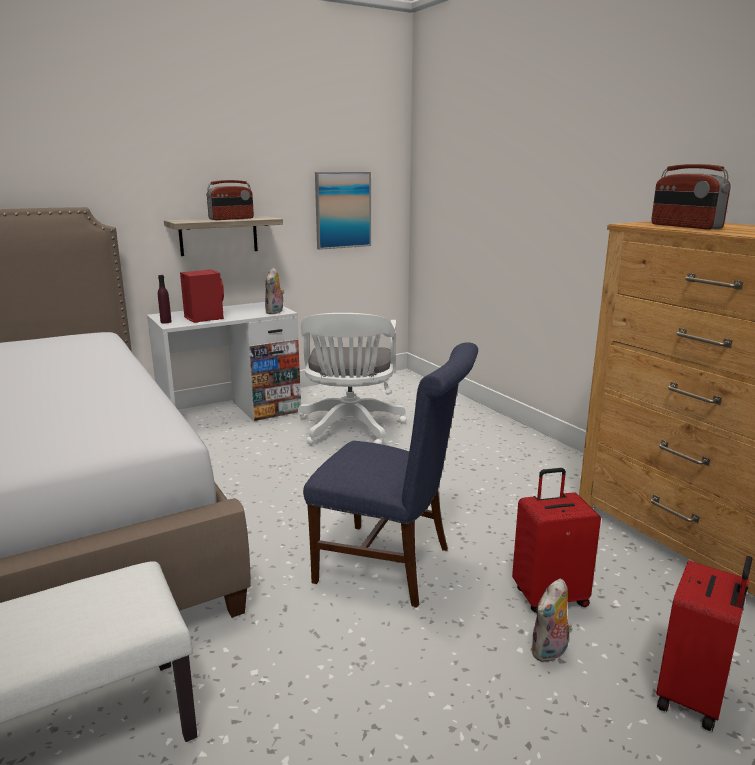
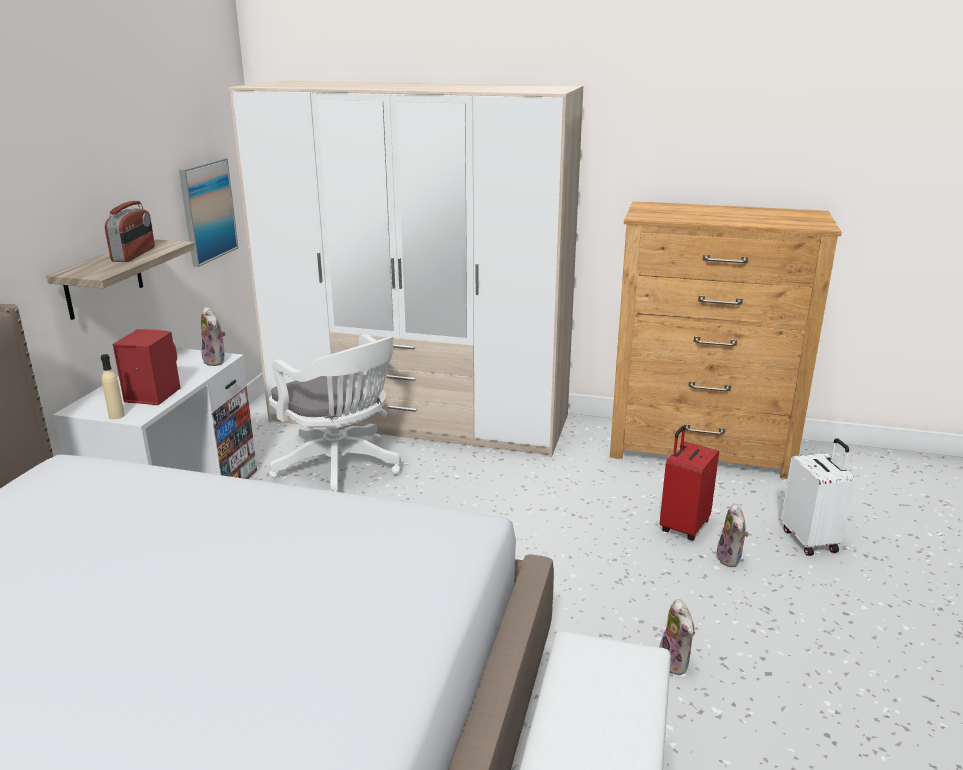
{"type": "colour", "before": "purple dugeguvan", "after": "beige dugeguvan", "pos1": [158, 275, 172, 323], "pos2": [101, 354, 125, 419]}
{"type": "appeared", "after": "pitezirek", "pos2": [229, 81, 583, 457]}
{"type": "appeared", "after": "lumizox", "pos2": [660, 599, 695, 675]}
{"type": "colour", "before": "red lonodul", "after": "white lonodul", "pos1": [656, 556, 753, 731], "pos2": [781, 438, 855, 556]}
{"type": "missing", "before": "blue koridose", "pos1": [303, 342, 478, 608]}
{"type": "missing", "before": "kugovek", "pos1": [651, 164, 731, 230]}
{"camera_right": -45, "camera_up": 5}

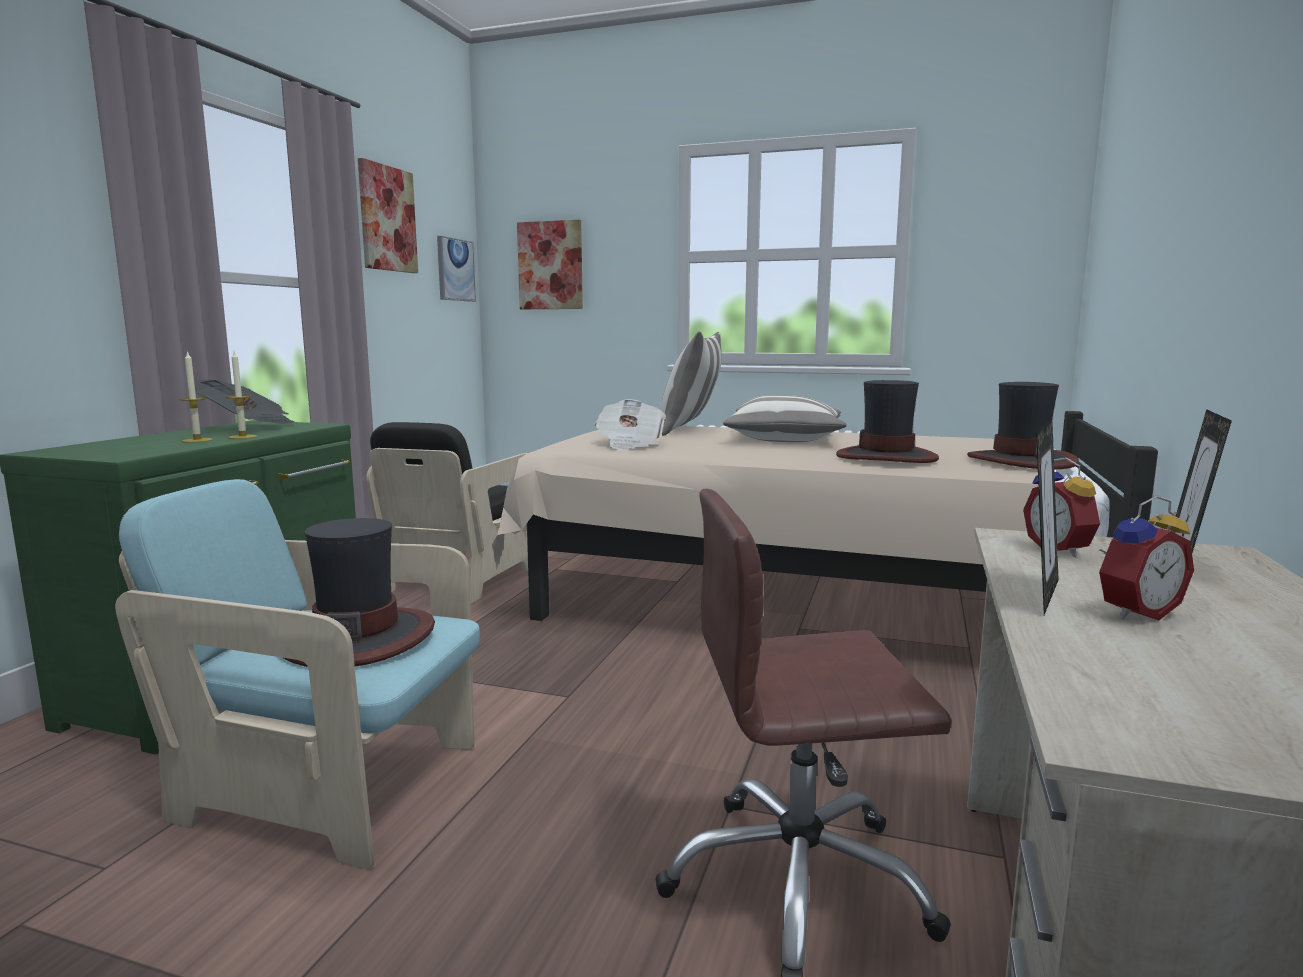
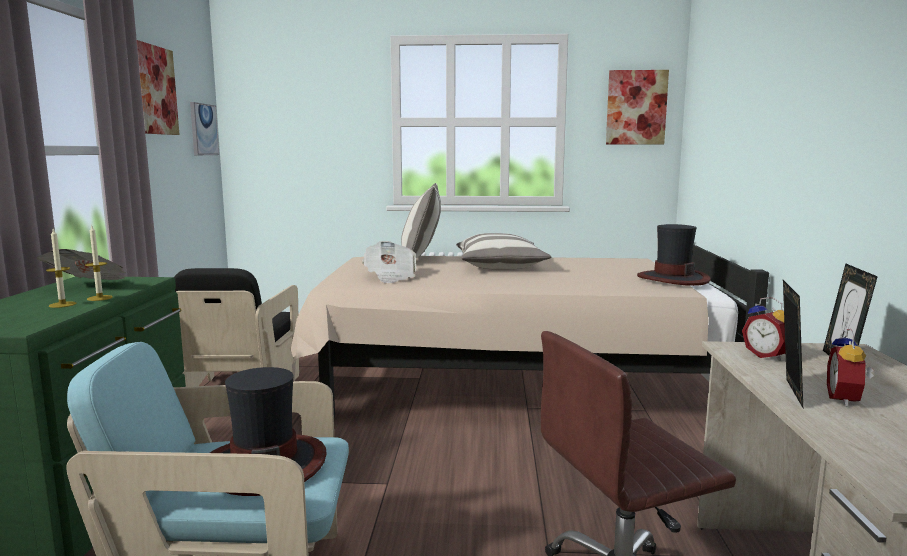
{"type": "relocated", "before": "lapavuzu", "pos1": [517, 220, 583, 309], "pos2": [606, 70, 669, 144]}
{"type": "spun", "before": "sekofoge", "pos1": [1099, 495, 1194, 620], "pos2": [827, 329, 874, 407], "turn": 150}
{"type": "missing", "before": "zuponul", "pos1": [836, 380, 939, 463]}
{"camera_right": -15, "camera_up": 0}

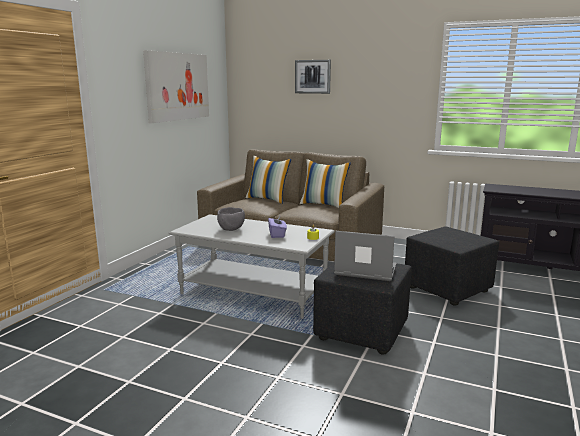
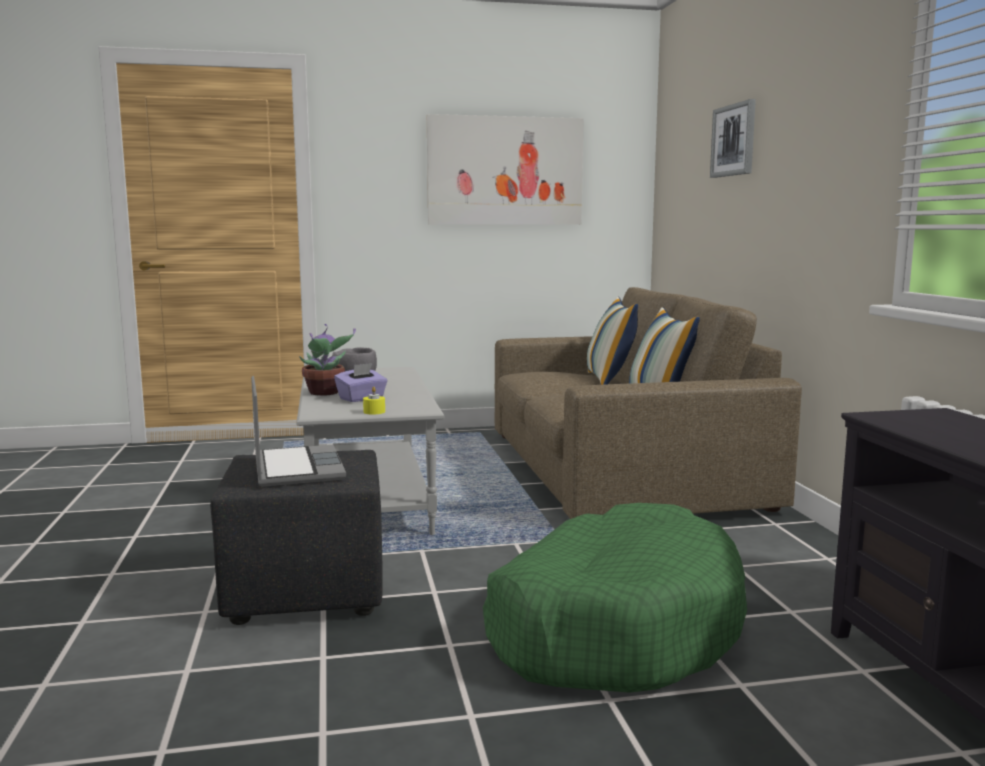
{"type": "appeared", "after": "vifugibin", "pos2": [299, 324, 356, 396]}
{"type": "exchanged", "before": "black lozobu", "after": "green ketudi", "pos1": [405, 227, 499, 306], "pos2": [483, 503, 747, 693]}
{"camera_right": 55, "camera_up": -5}

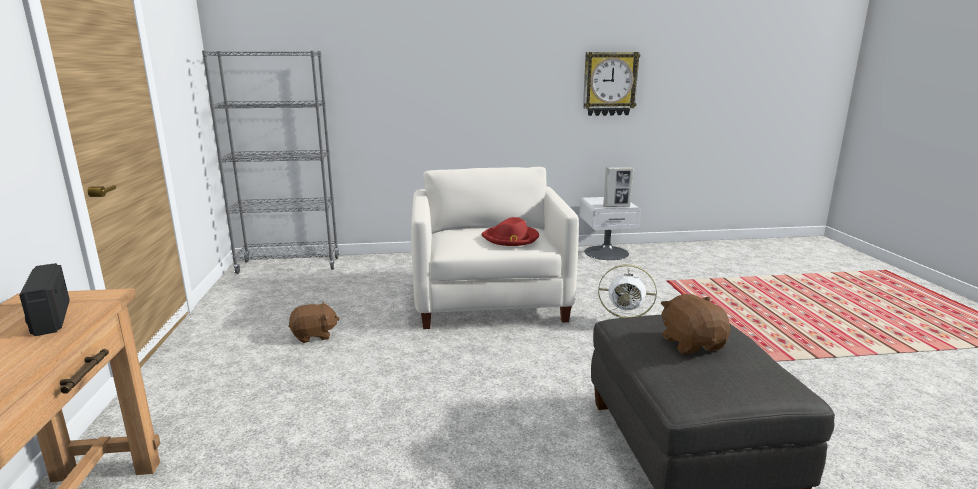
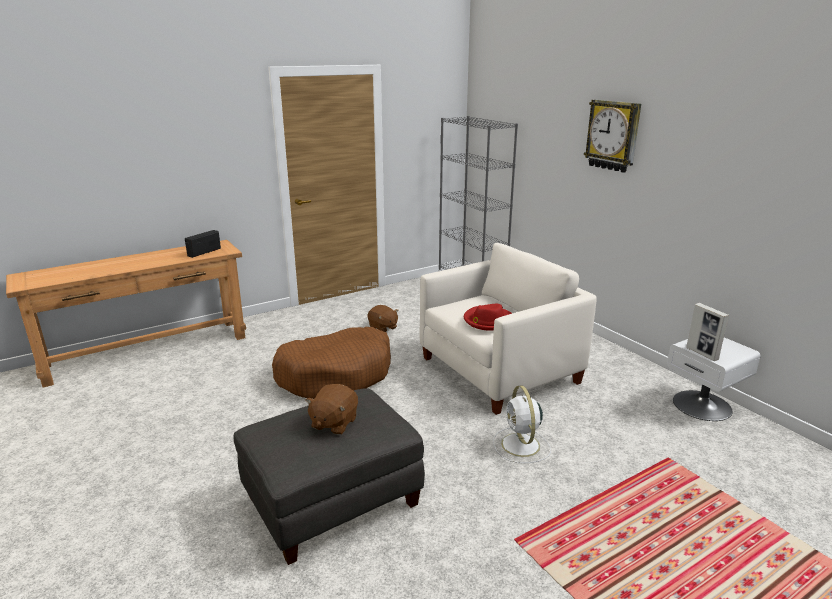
{"type": "appeared", "after": "brown ketudi", "pos2": [272, 327, 391, 399]}
{"type": "spun", "before": "brown lumizox", "pos1": [661, 294, 731, 354], "pos2": [306, 384, 358, 435], "turn": 150}
{"type": "relocated", "before": "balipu", "pos1": [583, 52, 640, 116], "pos2": [584, 99, 641, 173]}
{"camera_right": 65, "camera_up": 5}

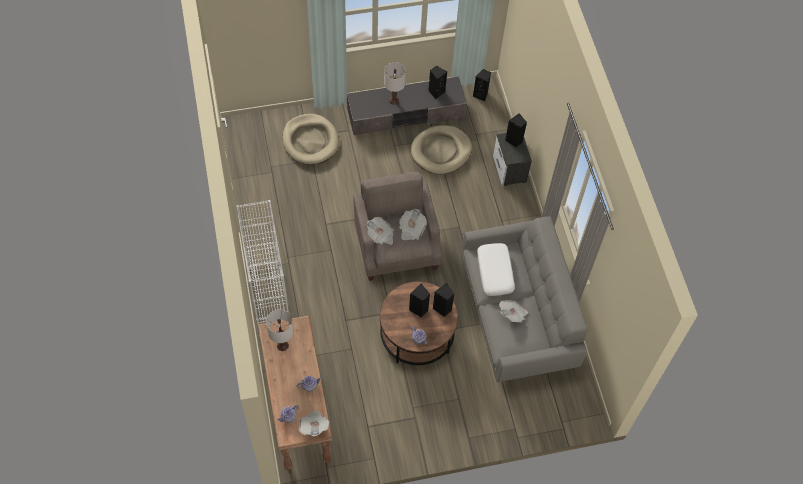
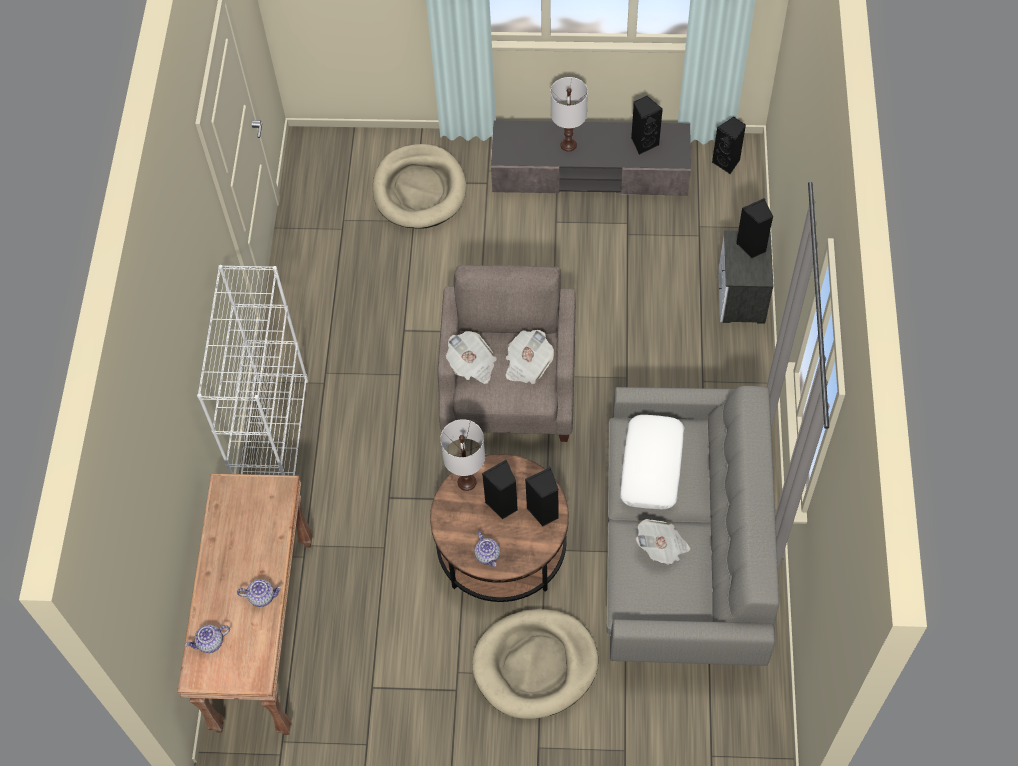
{"type": "relocated", "before": "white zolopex", "pos1": [266, 309, 293, 351], "pos2": [440, 419, 485, 491]}
{"type": "relocated", "before": "beige ketudi", "pos1": [411, 125, 472, 174], "pos2": [472, 609, 598, 719]}
{"type": "missing", "before": "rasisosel", "pos1": [299, 410, 330, 436]}
{"camera_right": 20, "camera_up": 0}

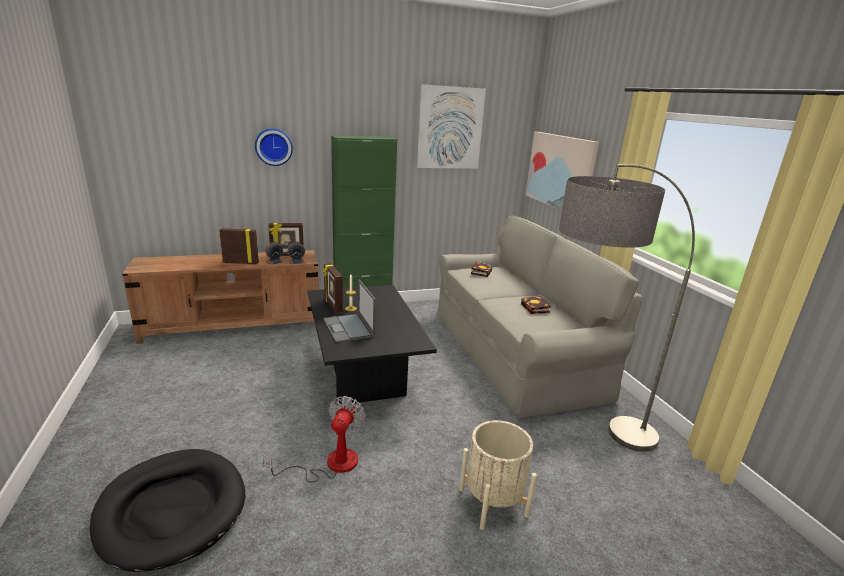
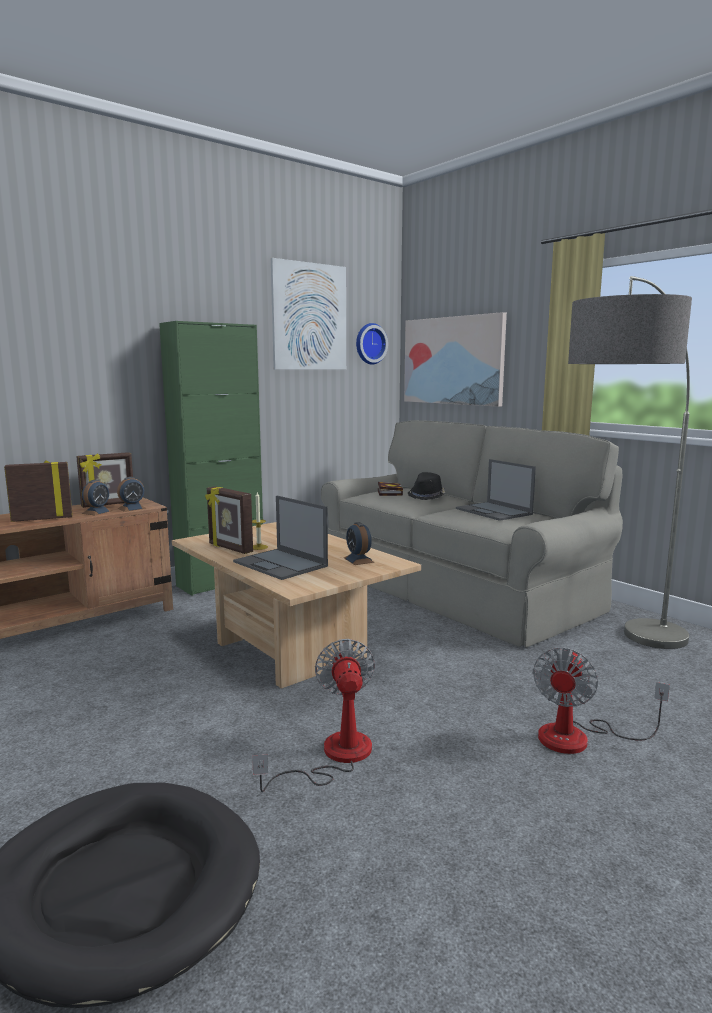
{"type": "colour", "before": "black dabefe", "after": "beige dabefe", "pos1": [308, 285, 437, 405], "pos2": [172, 522, 421, 689]}
{"type": "appeared", "after": "sekofoge", "pos2": [344, 522, 374, 565]}
{"type": "relocated", "before": "balipu", "pos1": [255, 128, 293, 166], "pos2": [356, 323, 388, 365]}
{"type": "appeared", "after": "black zuponul", "pos2": [408, 472, 446, 500]}
{"type": "exchanged", "before": "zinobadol", "after": "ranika", "pos1": [521, 296, 551, 314], "pos2": [456, 459, 536, 521]}
{"type": "exchanged", "before": "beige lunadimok", "after": "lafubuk", "pos1": [459, 420, 537, 530], "pos2": [533, 648, 670, 754]}
{"camera_right": -20, "camera_up": -10}

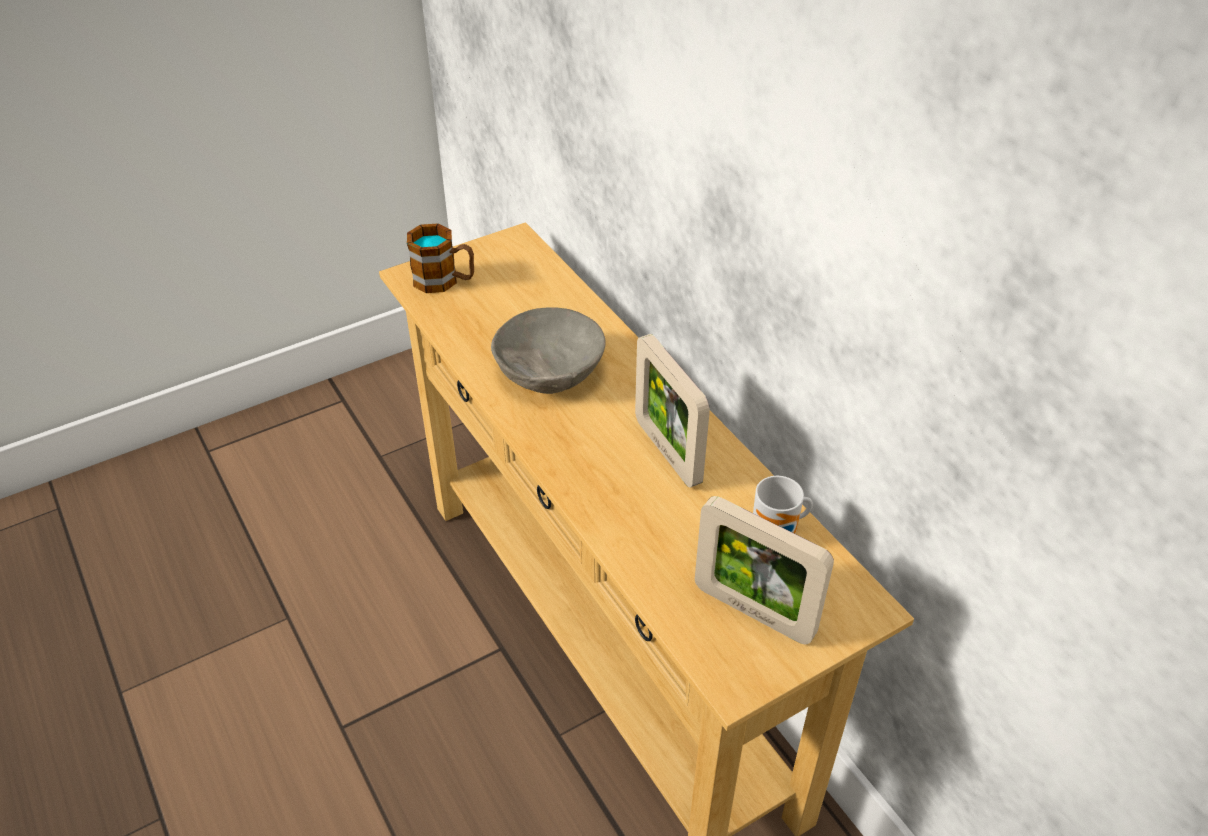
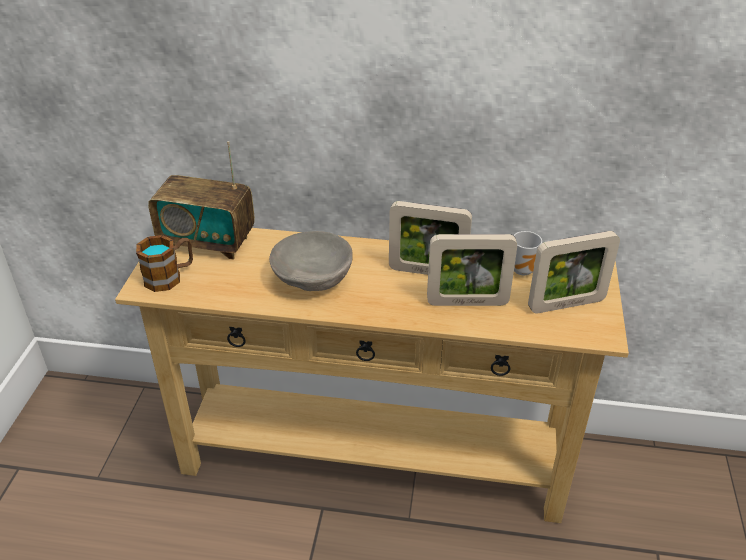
{"type": "appeared", "after": "kugovek", "pos2": [148, 141, 255, 260]}
{"type": "appeared", "after": "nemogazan", "pos2": [427, 234, 517, 306]}
{"camera_right": -50, "camera_up": -5}

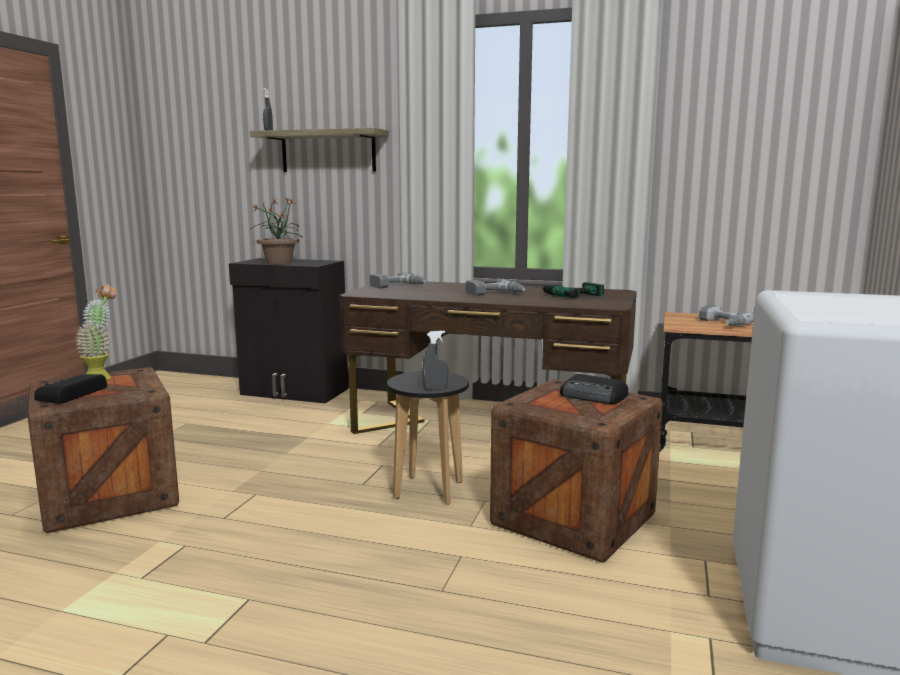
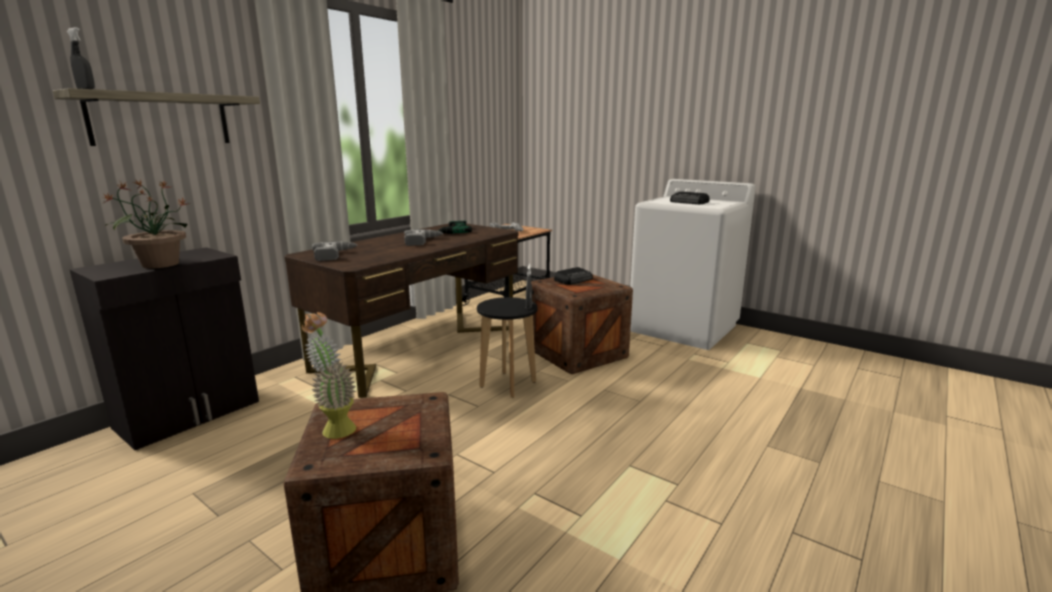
{"type": "relocated", "before": "kugovek", "pos1": [34, 374, 107, 404], "pos2": [670, 192, 709, 204]}
{"camera_right": -70, "camera_up": 5}

